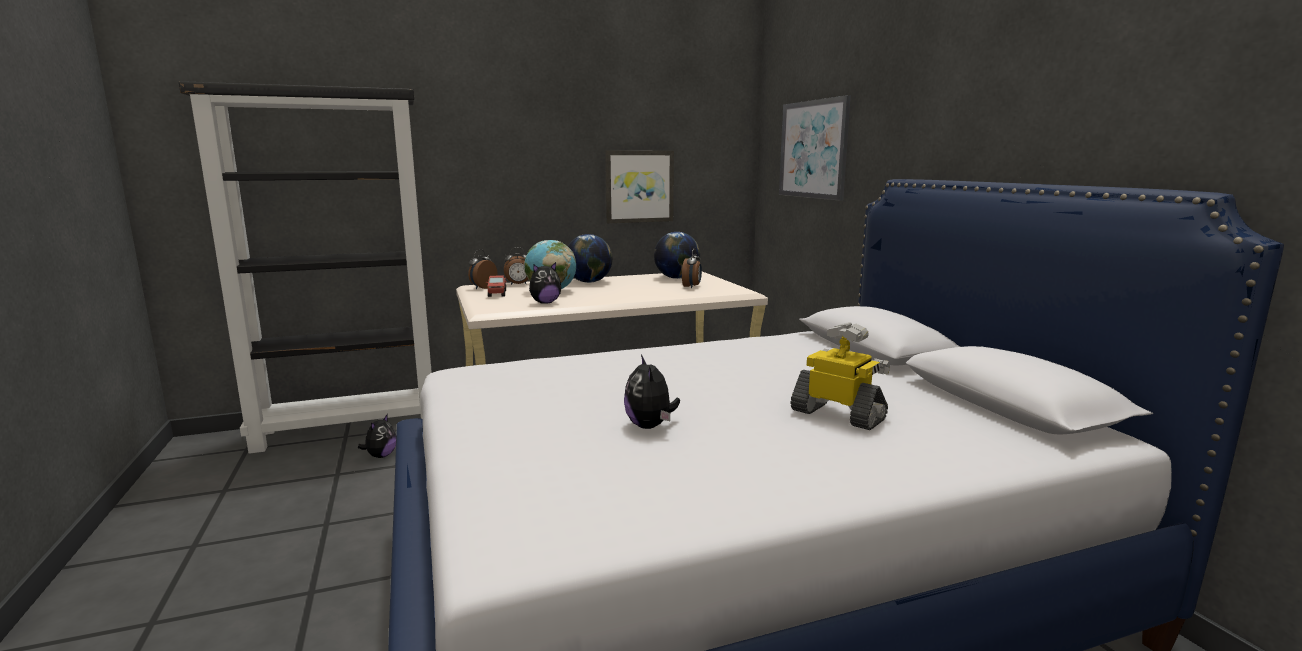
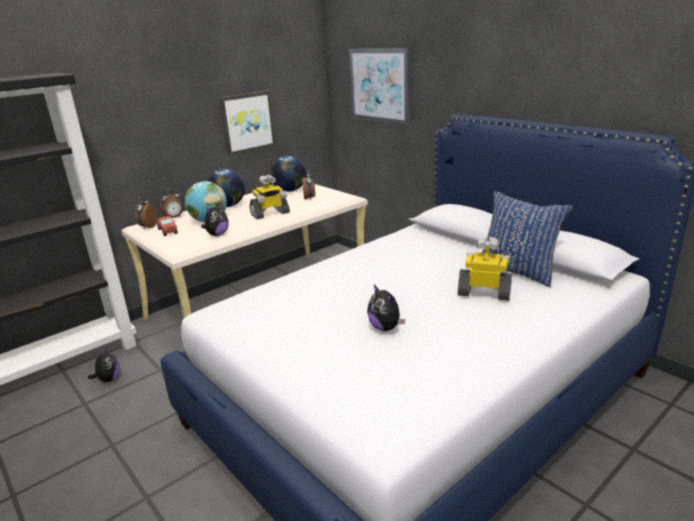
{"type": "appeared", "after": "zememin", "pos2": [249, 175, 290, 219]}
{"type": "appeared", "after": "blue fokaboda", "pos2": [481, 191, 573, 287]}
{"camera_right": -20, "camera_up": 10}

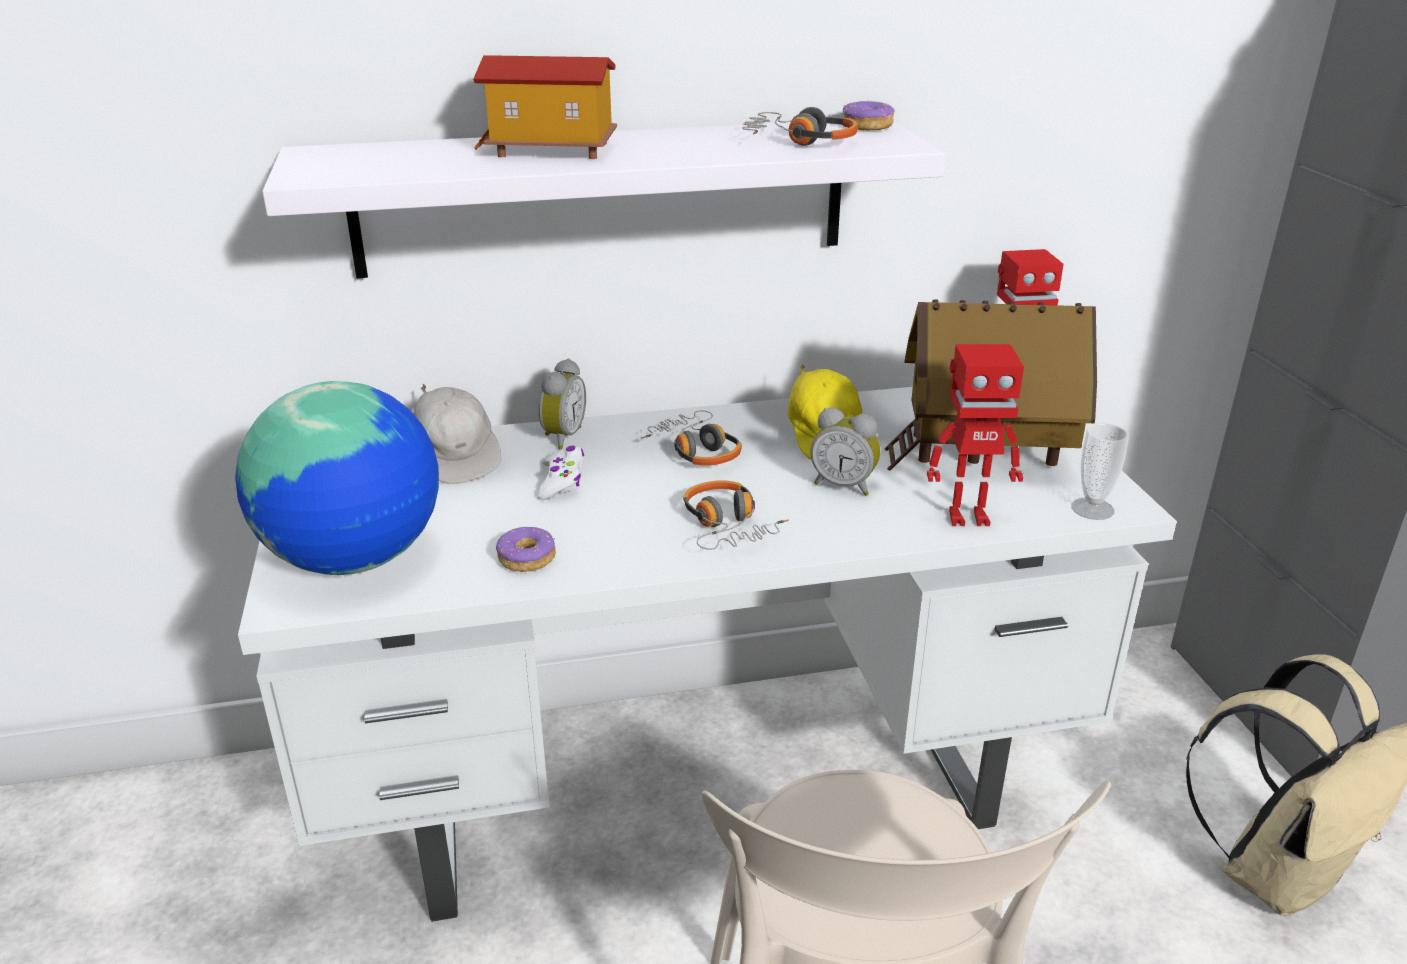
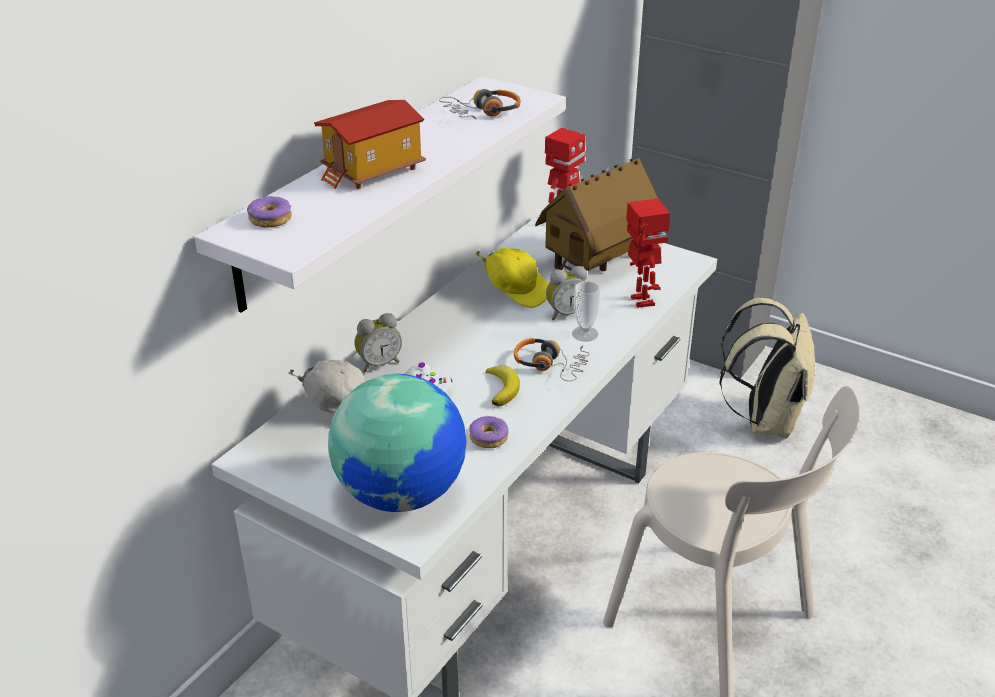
{"type": "relocated", "before": "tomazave", "pos1": [843, 100, 895, 131], "pos2": [247, 196, 292, 228]}
{"type": "spun", "before": "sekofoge", "pos1": [539, 359, 586, 449], "pos2": [354, 313, 402, 373], "turn": 90}
{"type": "appeared", "after": "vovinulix", "pos2": [485, 366, 520, 406]}
{"type": "relocated", "before": "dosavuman", "pos1": [1071, 423, 1129, 520], "pos2": [572, 281, 600, 342]}
{"type": "spun", "before": "zememin", "pos1": [927, 344, 1024, 526], "pos2": [626, 198, 670, 307], "turn": -60}
{"type": "missing", "before": "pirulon", "pos1": [642, 410, 742, 466]}
{"camera_right": -45, "camera_up": 5}

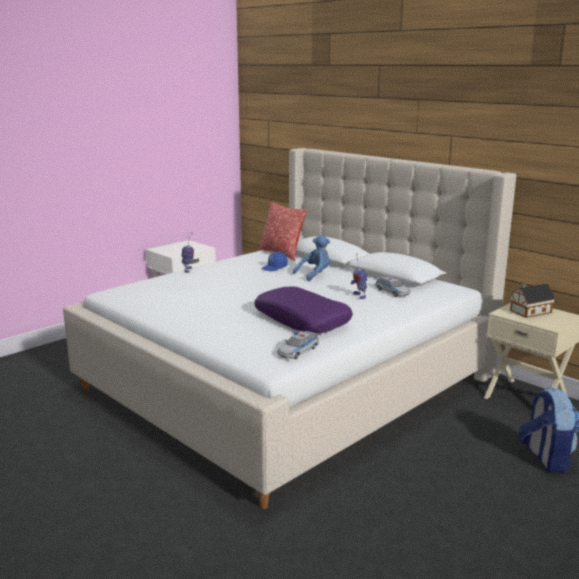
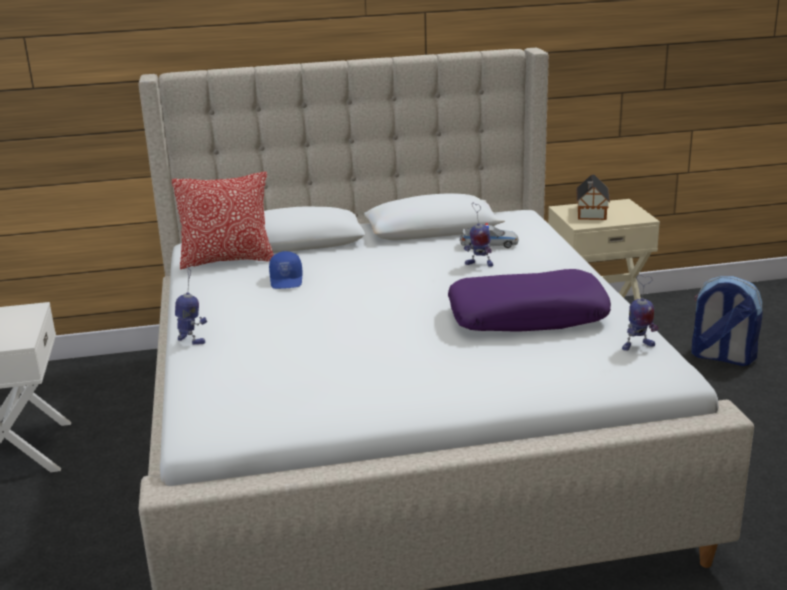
{"type": "exchanged", "before": "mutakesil", "after": "zememin", "pos1": [277, 331, 319, 359], "pos2": [622, 275, 659, 351]}
{"type": "missing", "before": "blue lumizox", "pos1": [293, 235, 330, 282]}
{"camera_right": -55, "camera_up": 5}

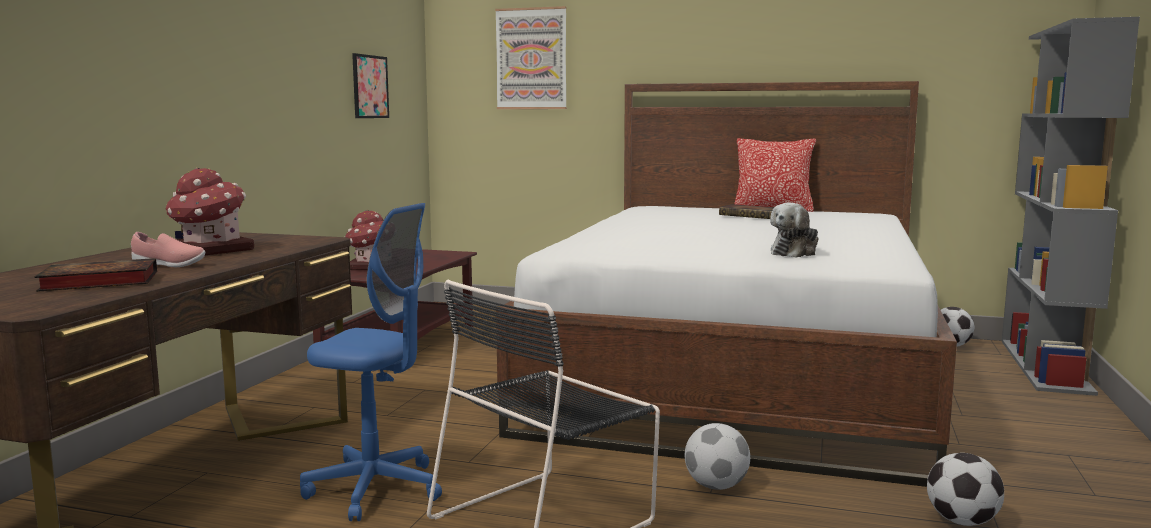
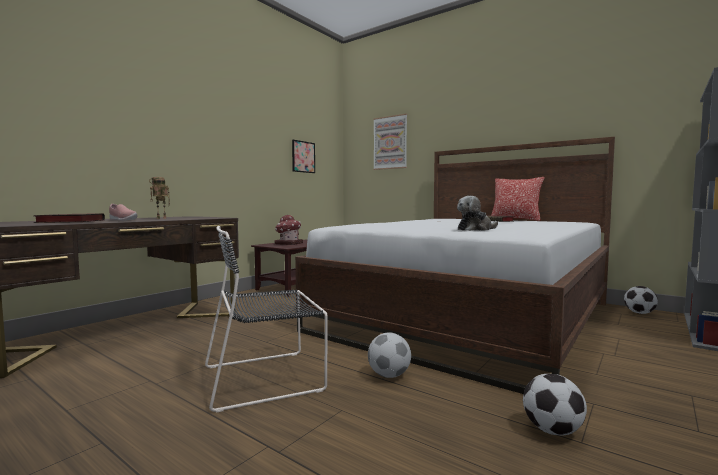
{"type": "exchanged", "before": "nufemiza", "after": "zememin", "pos1": [166, 168, 254, 255], "pos2": [149, 177, 170, 219]}
{"type": "missing", "before": "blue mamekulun", "pos1": [300, 203, 442, 521]}
{"camera_right": 20, "camera_up": -5}

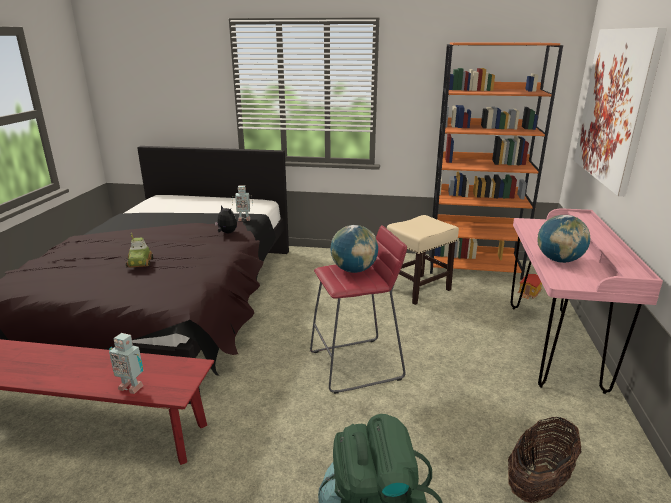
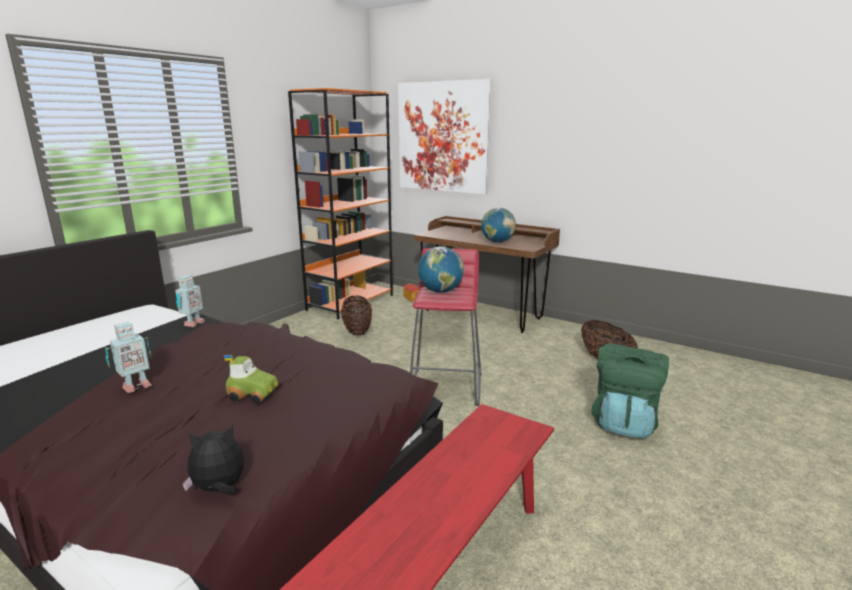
{"type": "relocated", "before": "zememin", "pos1": [109, 333, 143, 394], "pos2": [105, 322, 152, 393]}
{"type": "relocated", "before": "lumizox", "pos1": [214, 205, 237, 233], "pos2": [183, 425, 244, 494]}
{"type": "exchanged", "before": "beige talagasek", "after": "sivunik", "pos1": [387, 215, 459, 305], "pos2": [341, 296, 372, 336]}
{"type": "colour", "before": "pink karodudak", "after": "brown karodudak", "pos1": [511, 208, 663, 394], "pos2": [414, 216, 560, 333]}
{"camera_right": -65, "camera_up": -5}

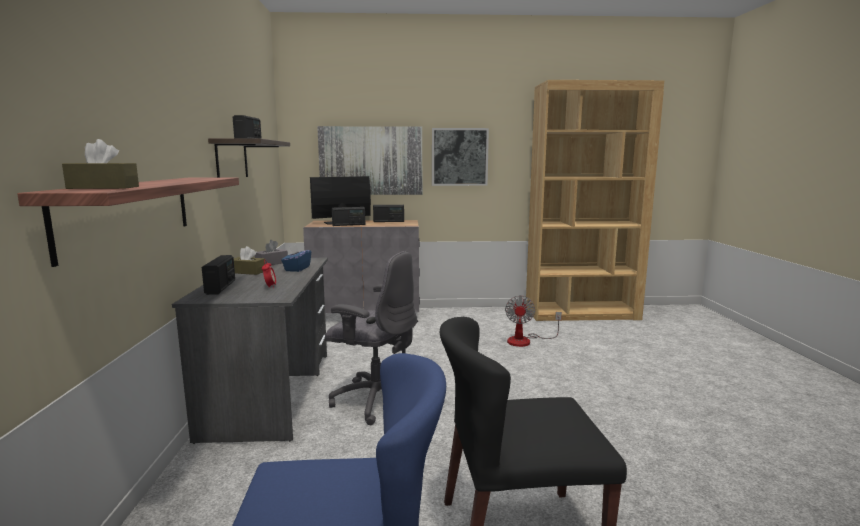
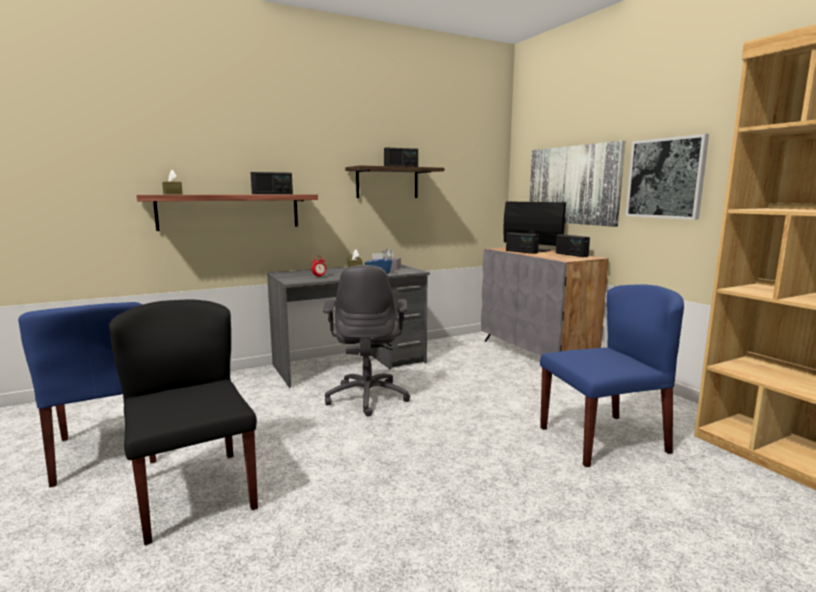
{"type": "relocated", "before": "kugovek", "pos1": [202, 255, 235, 295], "pos2": [250, 172, 293, 194]}
{"type": "exchanged", "before": "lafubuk", "after": "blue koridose", "pos1": [505, 295, 562, 347], "pos2": [540, 284, 684, 467]}
{"camera_right": 65, "camera_up": 0}

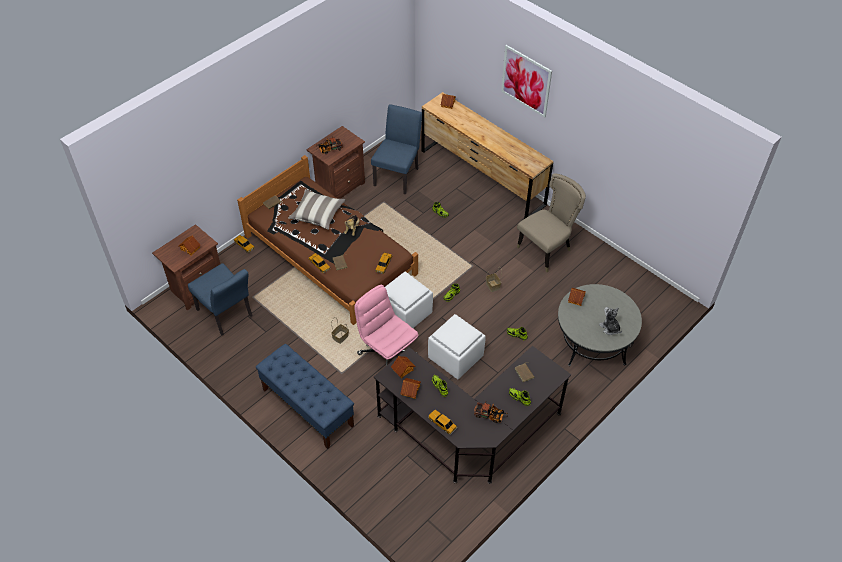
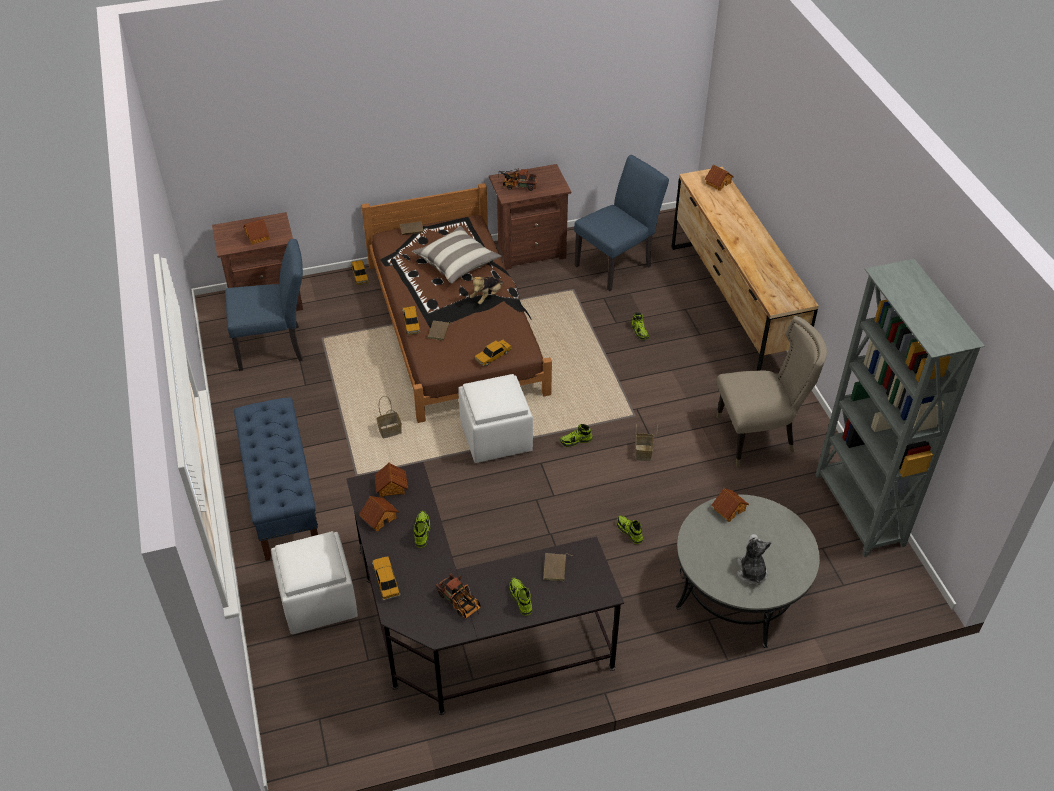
{"type": "spun", "before": "blue koridose", "pos1": [188, 263, 252, 335], "pos2": [225, 239, 303, 371], "turn": -90}
{"type": "relocated", "before": "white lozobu", "pos1": [428, 314, 486, 379], "pos2": [271, 531, 358, 634]}
{"type": "appeared", "after": "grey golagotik", "pos2": [815, 259, 985, 557]}
{"type": "missing", "before": "pink mamekulun", "pos1": [354, 285, 418, 366]}
{"type": "missing", "before": "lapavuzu", "pos1": [501, 45, 552, 118]}
{"camera_right": 30, "camera_up": -5}

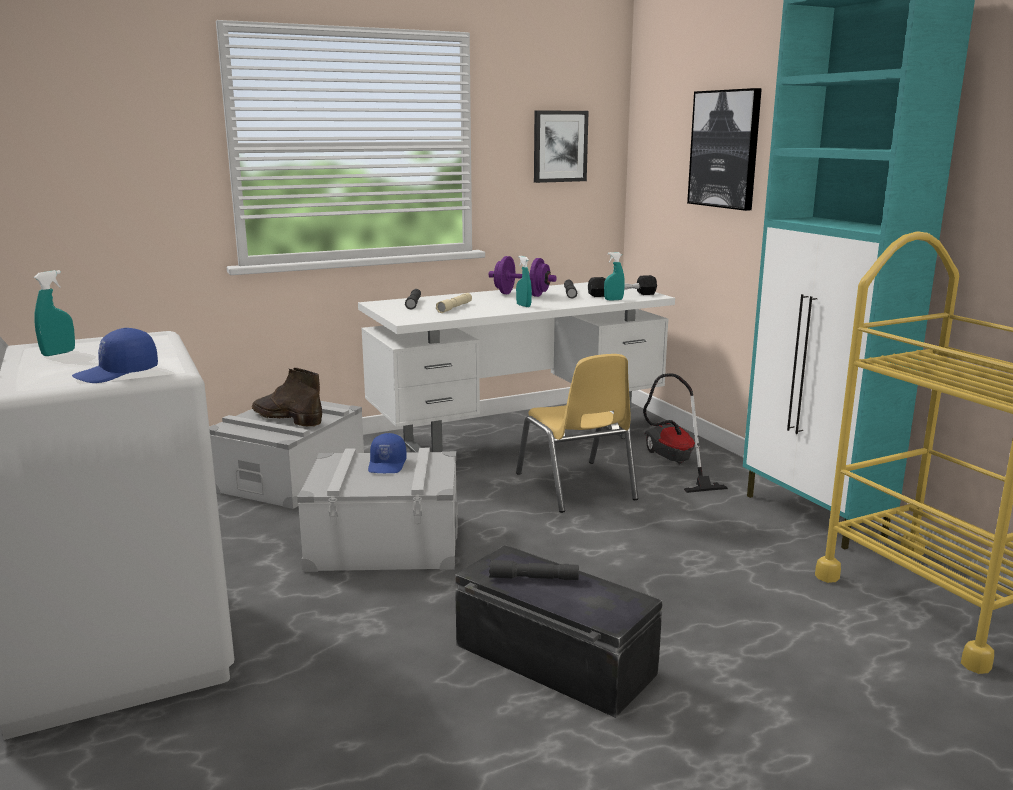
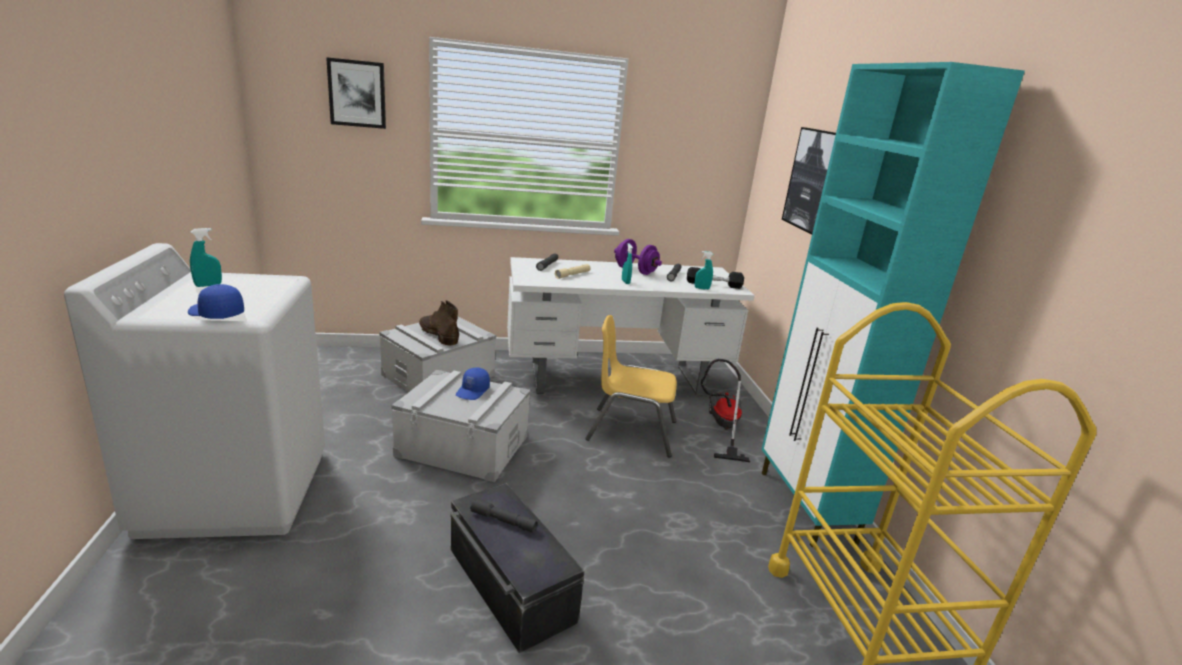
{"type": "spun", "before": "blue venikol", "pos1": [72, 328, 158, 383], "pos2": [188, 284, 244, 319], "turn": 45}
{"type": "relocated", "before": "lapavuzu", "pos1": [534, 110, 589, 183], "pos2": [326, 57, 386, 129]}
{"type": "spun", "before": "yellow koridose", "pos1": [516, 354, 638, 513], "pos2": [585, 315, 677, 458], "turn": 105}
{"camera_right": 15, "camera_up": 5}

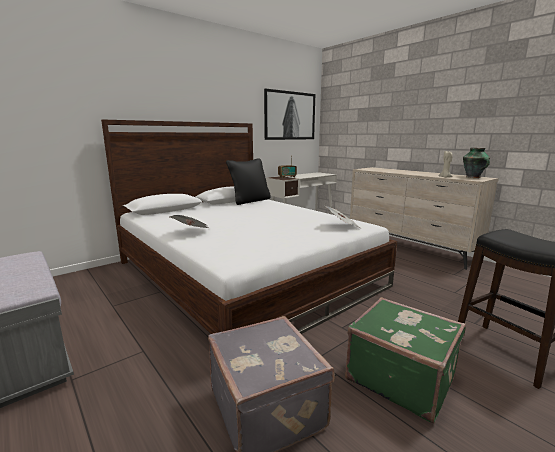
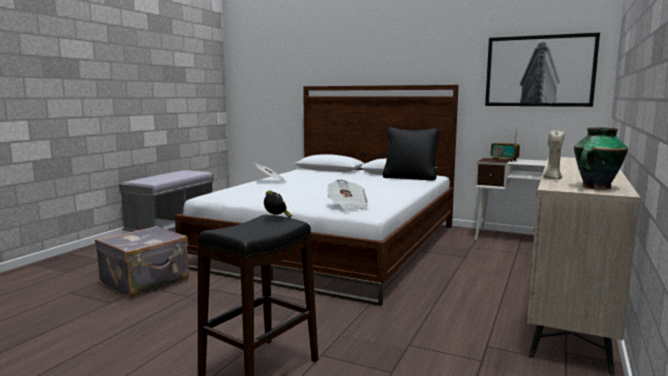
{"type": "appeared", "after": "sekofoge", "pos2": [264, 190, 292, 218]}
{"type": "missing", "before": "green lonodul", "pos1": [345, 297, 466, 424]}
{"camera_right": 65, "camera_up": -5}

